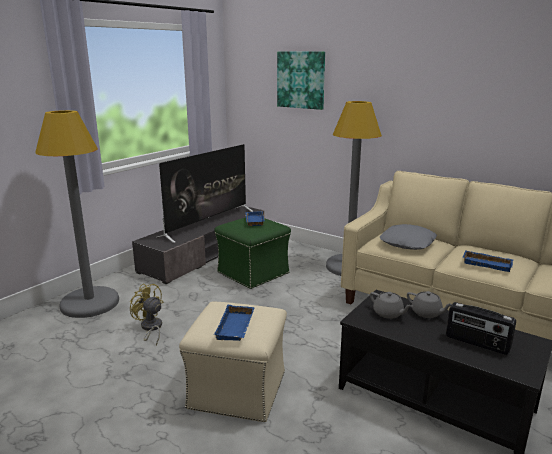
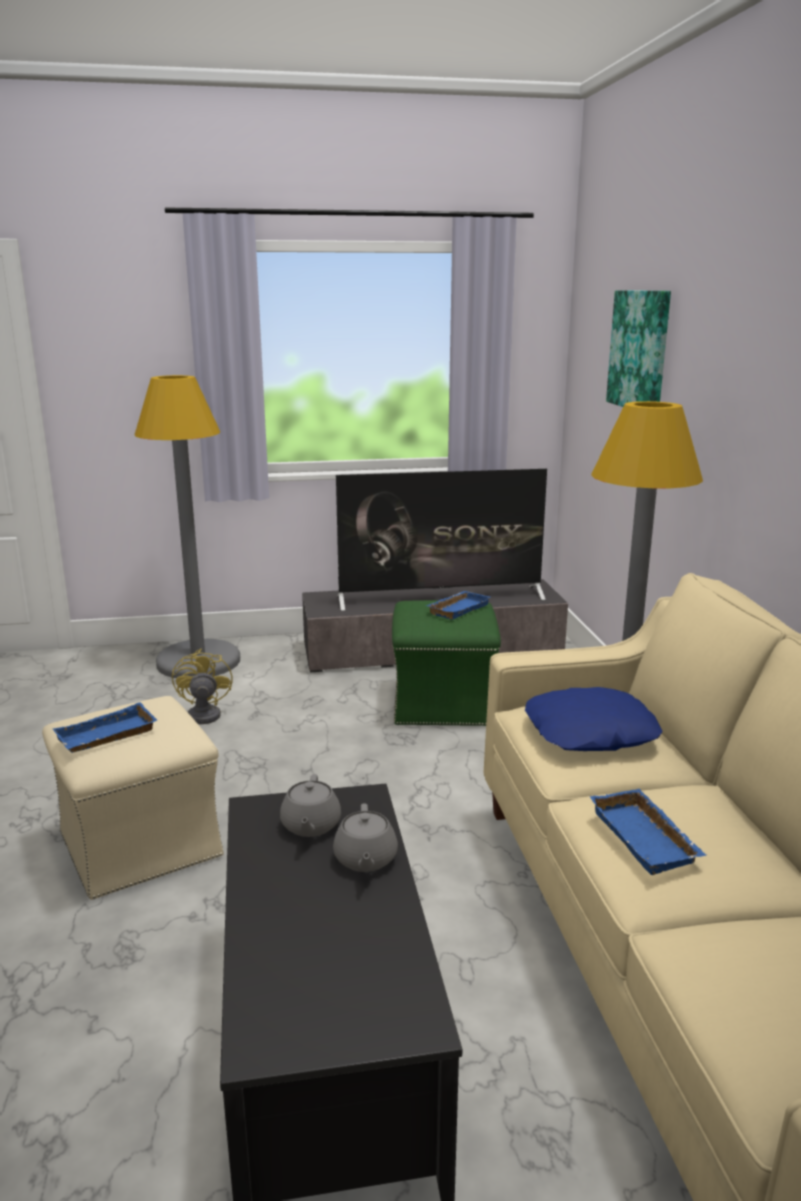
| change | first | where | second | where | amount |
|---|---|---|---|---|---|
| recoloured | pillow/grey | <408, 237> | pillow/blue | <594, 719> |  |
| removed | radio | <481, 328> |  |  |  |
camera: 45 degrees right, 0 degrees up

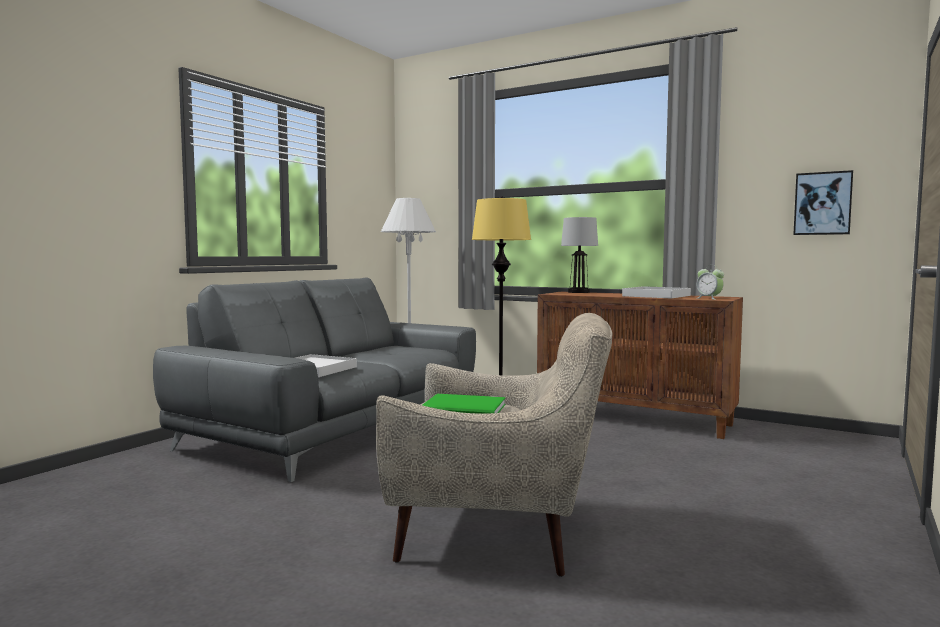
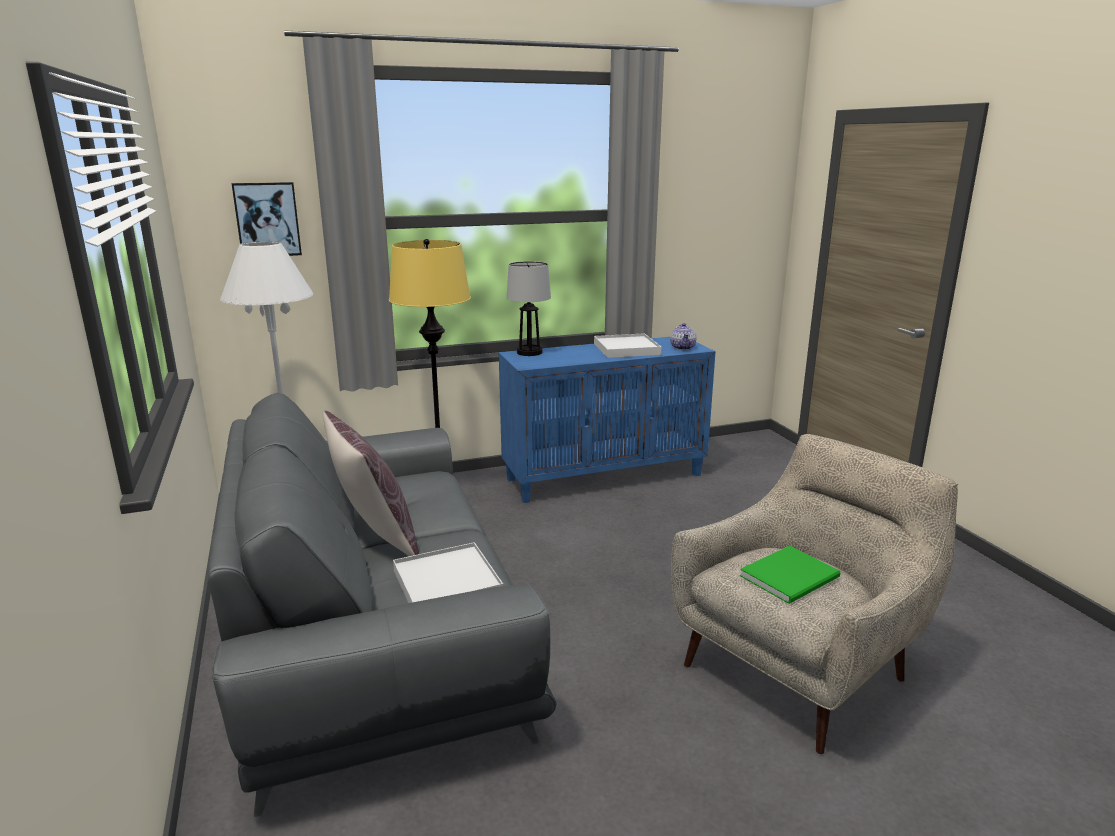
| change | first | where | second | where | amount |
|---|---|---|---|---|---|
| moved | picture | <823, 202> |  | <267, 219> |  |
| replaced | alarm clock | <710, 282> | teapot | <683, 336> |  |
| recoloured | cabinet/brown | <640, 365> | cabinet/blue | <607, 420> |  |
| added |  |  | pillow/brown | <371, 483> |  |
camera: 50 degrees left, 15 degrees up

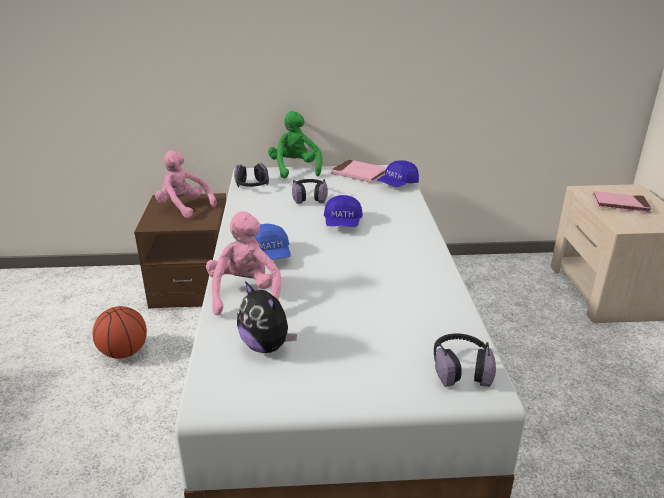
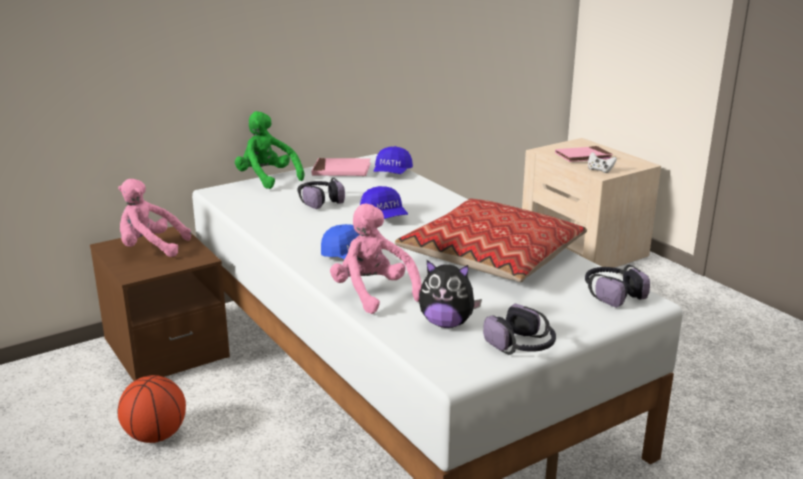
| change | first | where | second | where | amount |
|---|---|---|---|---|---|
| moved | headphones | <251, 175> |  | <519, 329> |  |
| added |  |  | game controller/white | <602, 162> |  |
| added |  |  | pillow | <491, 240> |  |
camera: 30 degrees left, 5 degrees down

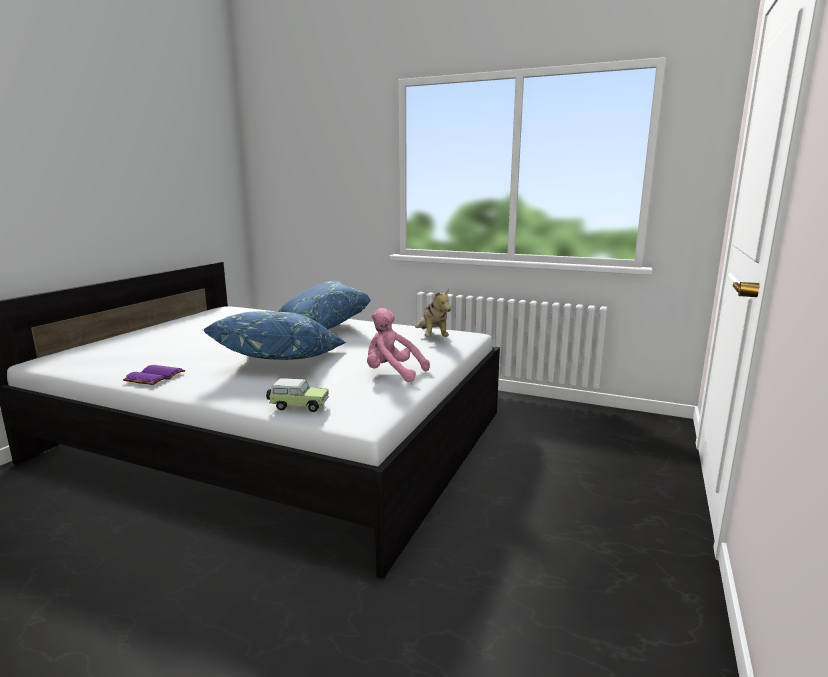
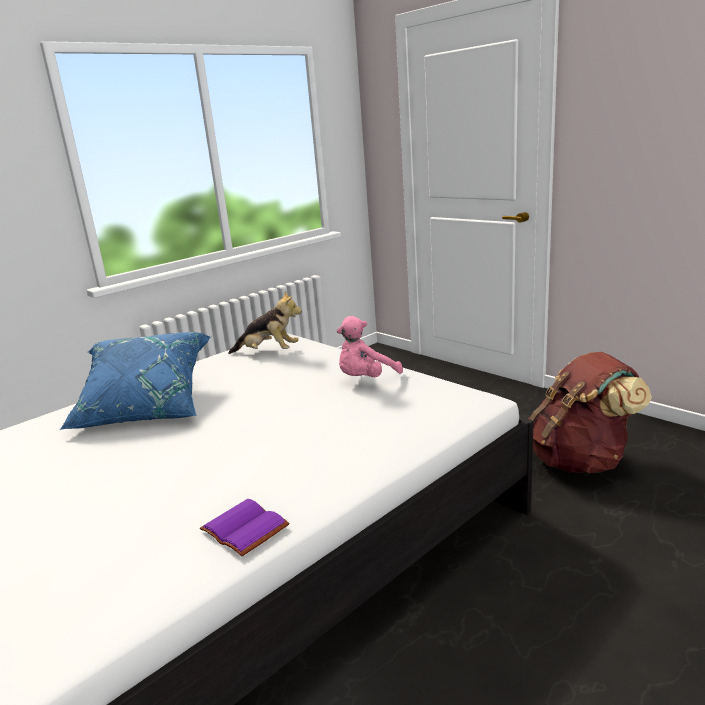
| change | first | where | second | where | amount |
|---|---|---|---|---|---|
| removed | pillow/blue | <275, 335> |  |  |  |
| removed | toy car | <297, 395> |  |  |  |
| added |  |  | backpack/brown | <589, 412> |  |
camera: 65 degrees left, 5 degrees up

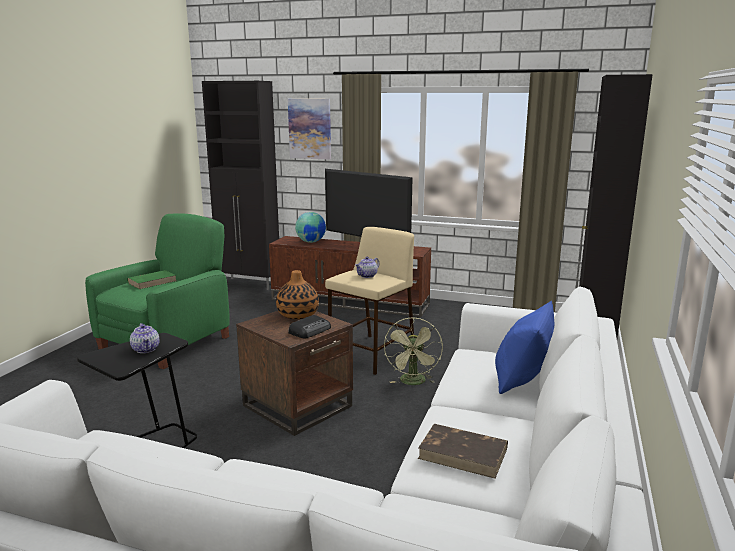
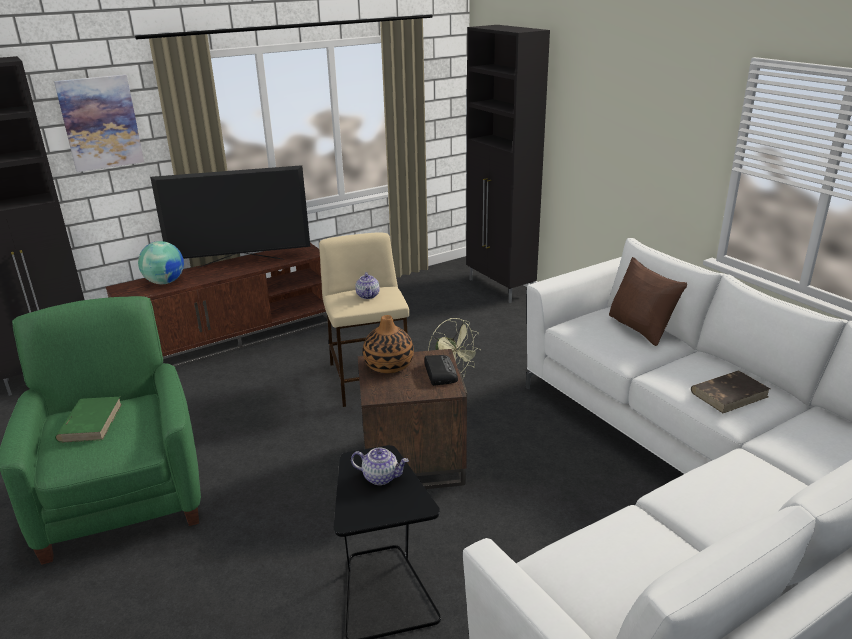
| change | first | where | second | where | amount |
|---|---|---|---|---|---|
| recoloured | pillow/blue | <525, 347> | pillow/brown | <648, 301> |  |
camera: 50 degrees left, 10 degrees up

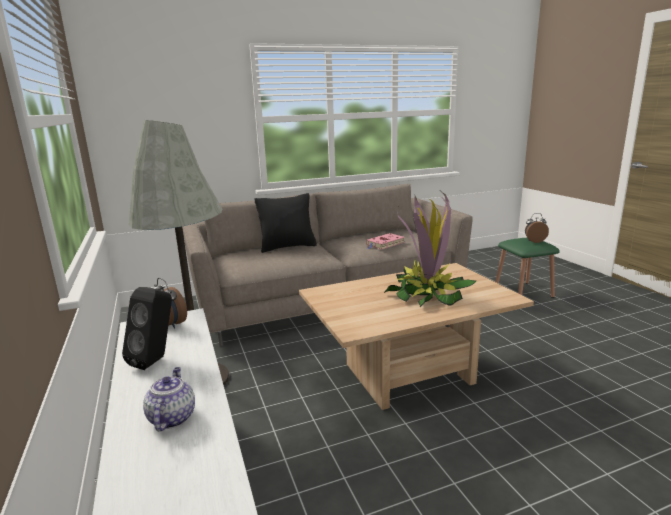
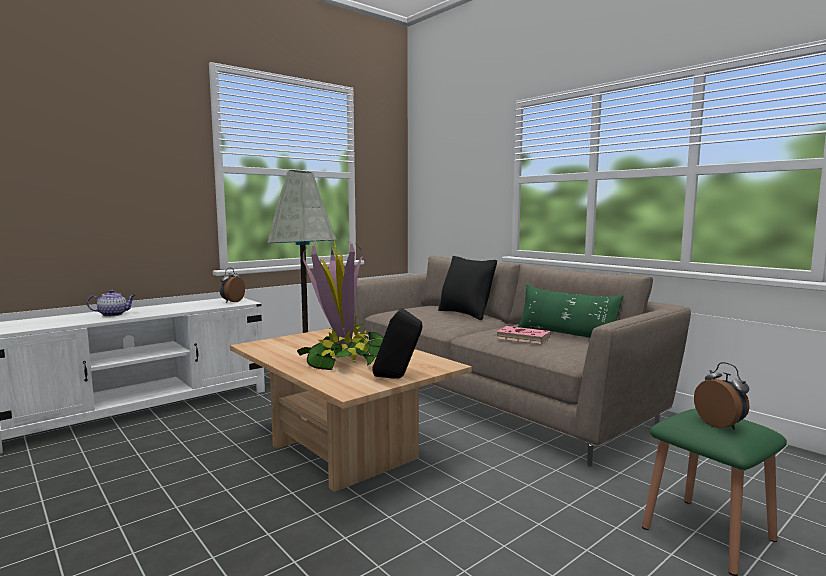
| change | first | where | second | where | amount |
|---|---|---|---|---|---|
| moved | speaker/black | <147, 328> |  | <397, 343> |  |
| added |  |  | pillow/green | <571, 311> |  |
camera: 70 degrees right, 10 degrees down

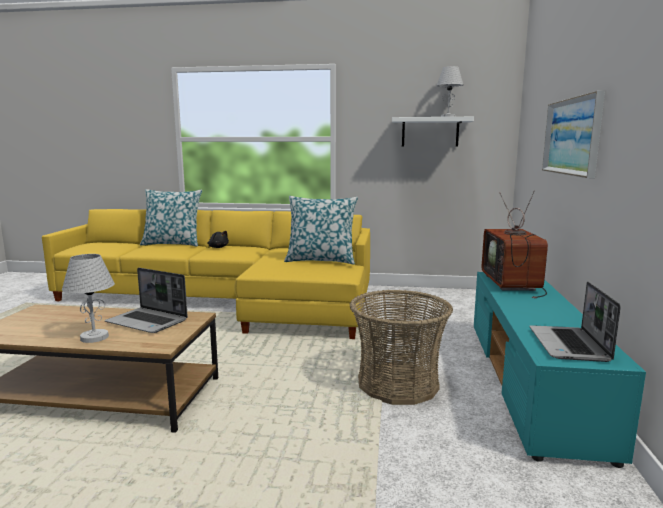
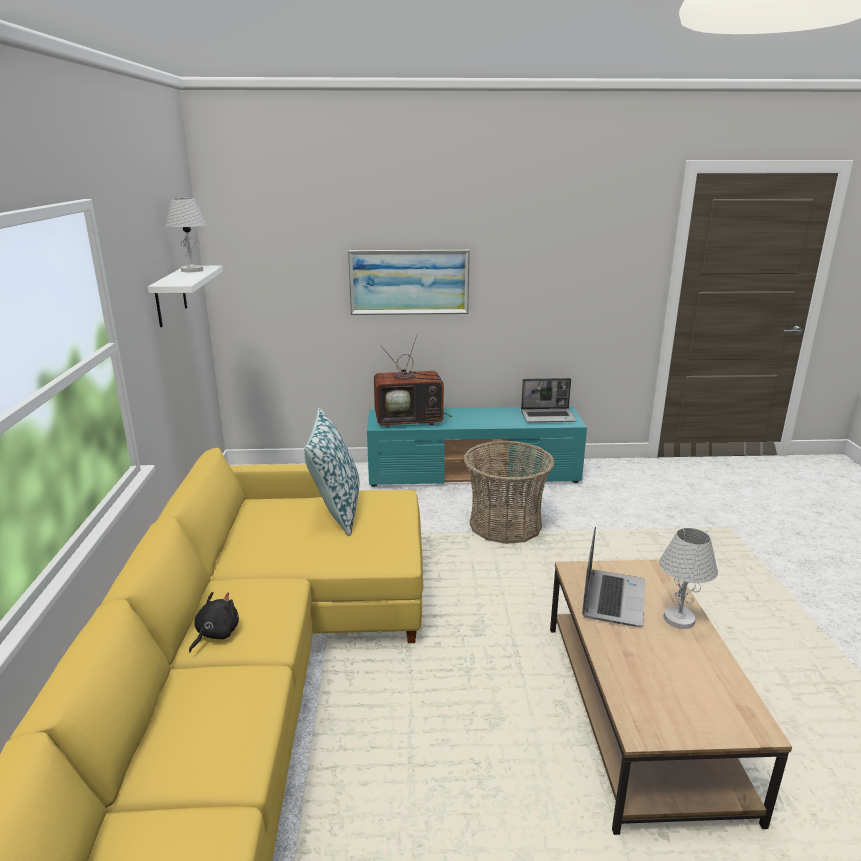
| change | first | where | second | where | amount |
|---|---|---|---|---|---|
| removed | pillow | <171, 218> |  |  |  |
camera: 100 degrees left, 10 degrees up

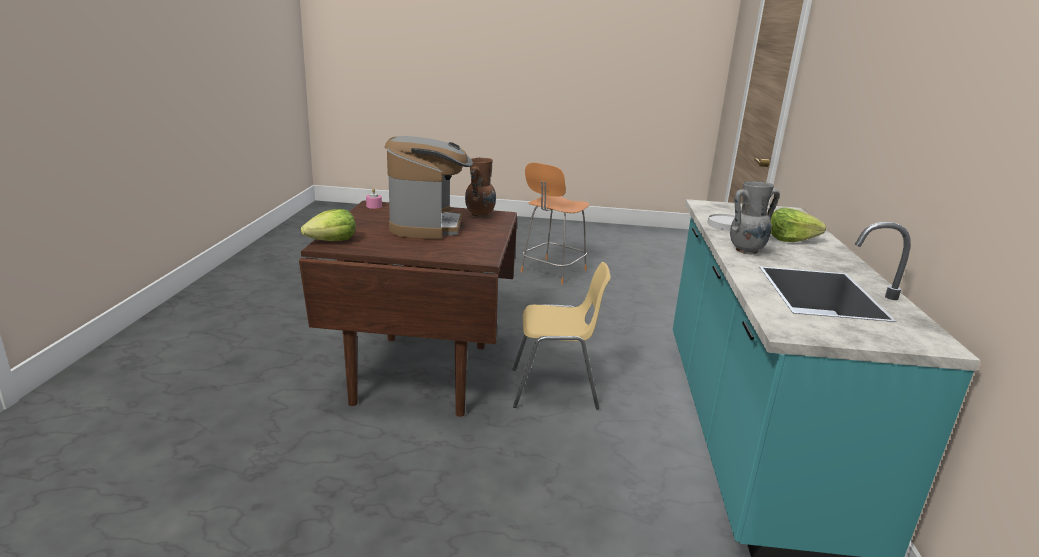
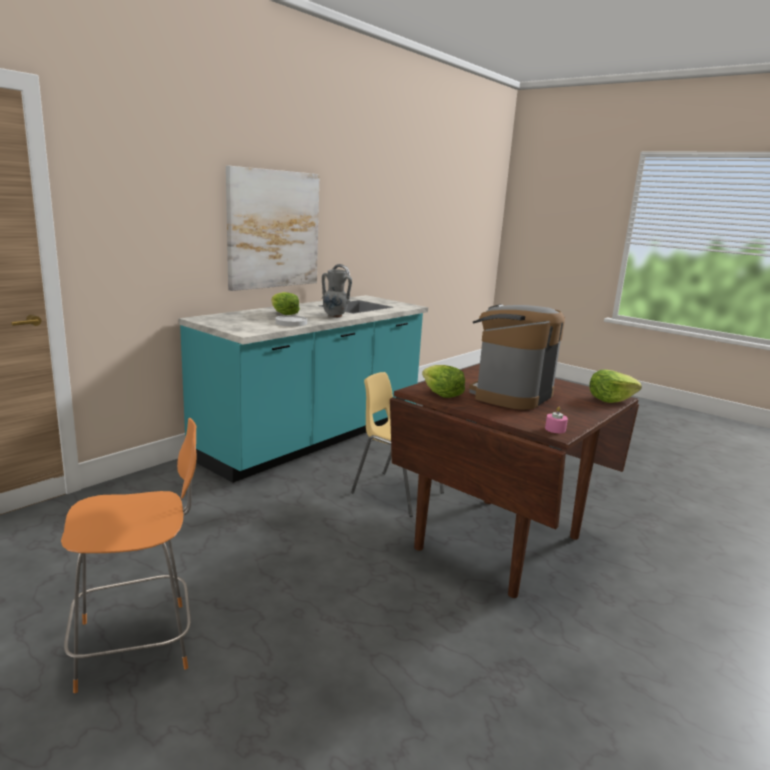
| change | first | where | second | where | amount |
|---|---|---|---|---|---|
| replaced | vase/brown | <480, 187> | lettuce | <443, 381> |  |
| added |  |  | picture | <273, 228> |  |
camera: 145 degrees left, 5 degrees down

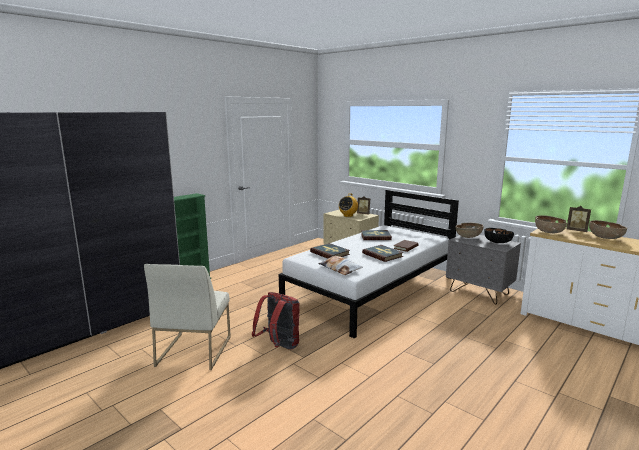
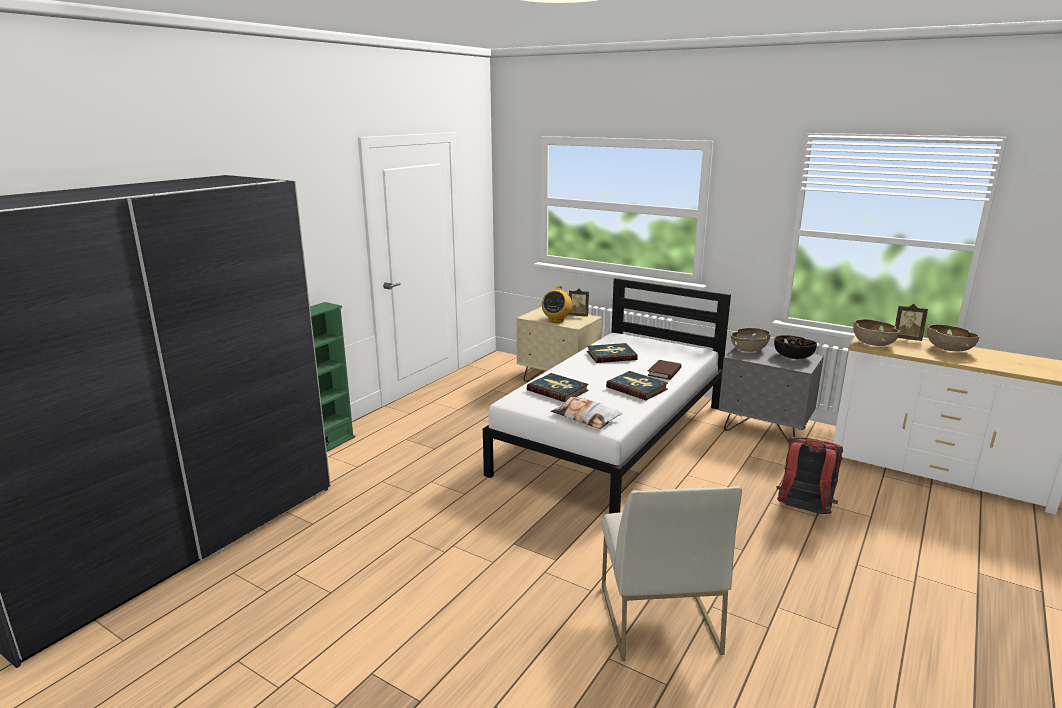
| change | first | where | second | where | amount |
|---|---|---|---|---|---|
| moved | chair/white | <187, 317> |  | <672, 573> |  |
| moved | backpack/red | <276, 320> |  | <809, 475> |  |
camera: 10 degrees left, 5 degrees up

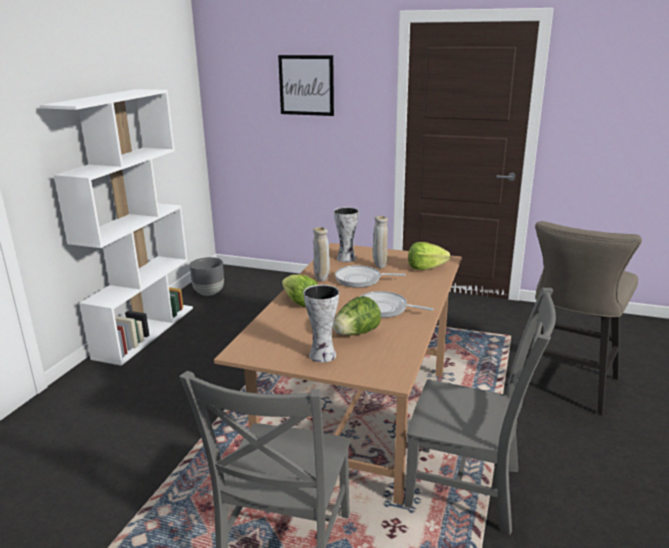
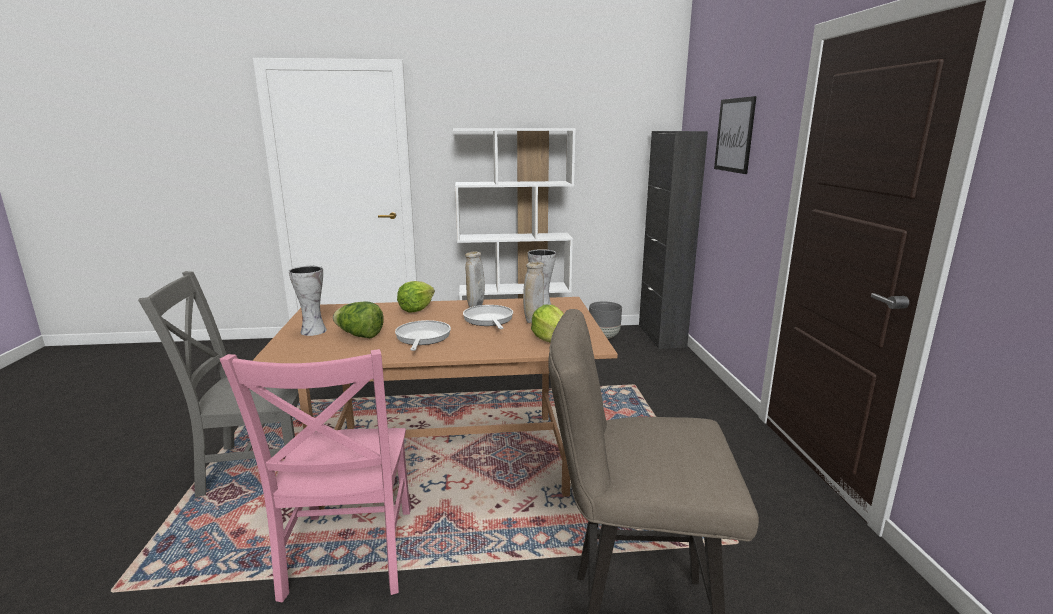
| change | first | where | second | where | amount |
|---|---|---|---|---|---|
| recoloured | chair/grey | <480, 411> | chair/pink | <315, 475> |  |
| added |  |  | cabinet/black | <673, 240> |  |
camera: 65 degrees right, 5 degrees down

